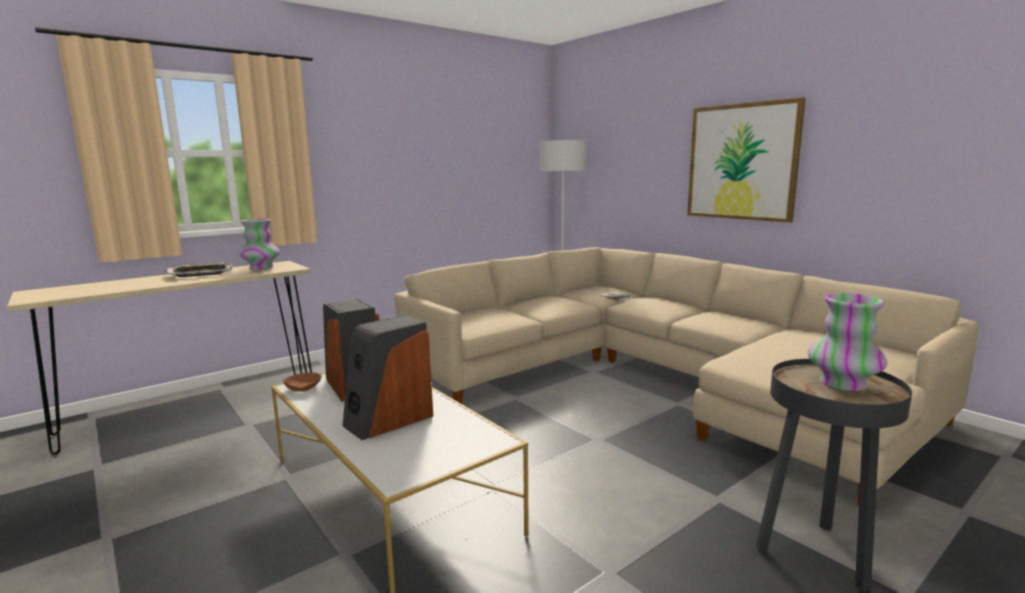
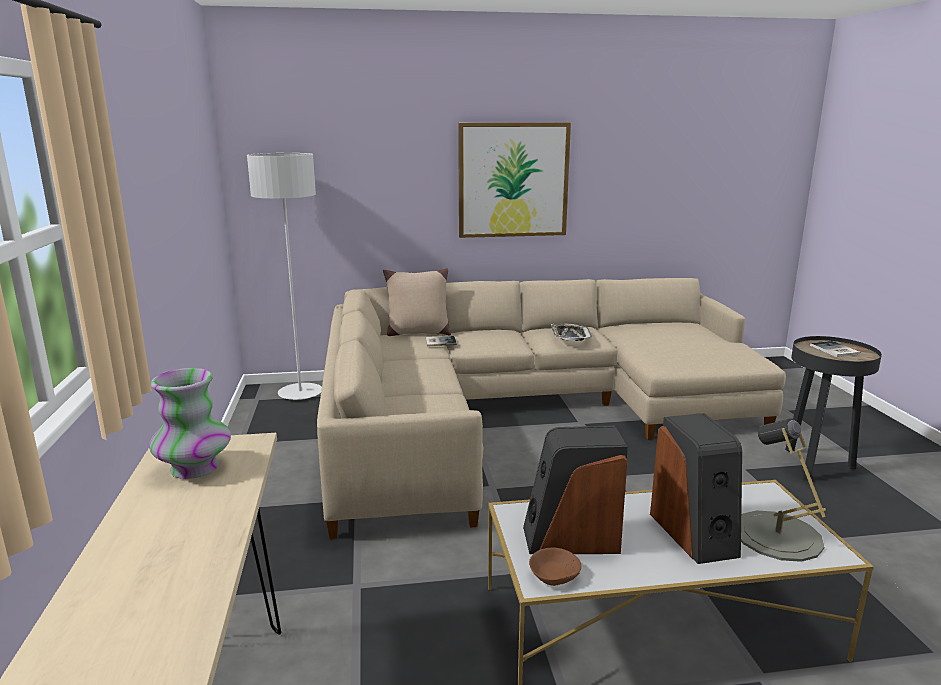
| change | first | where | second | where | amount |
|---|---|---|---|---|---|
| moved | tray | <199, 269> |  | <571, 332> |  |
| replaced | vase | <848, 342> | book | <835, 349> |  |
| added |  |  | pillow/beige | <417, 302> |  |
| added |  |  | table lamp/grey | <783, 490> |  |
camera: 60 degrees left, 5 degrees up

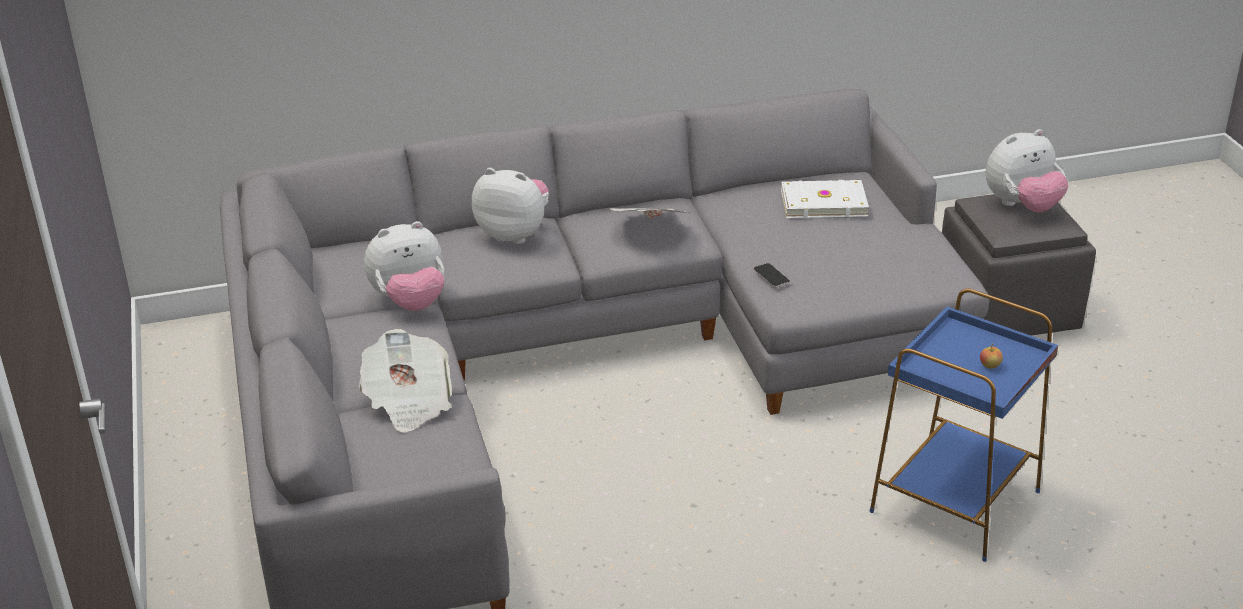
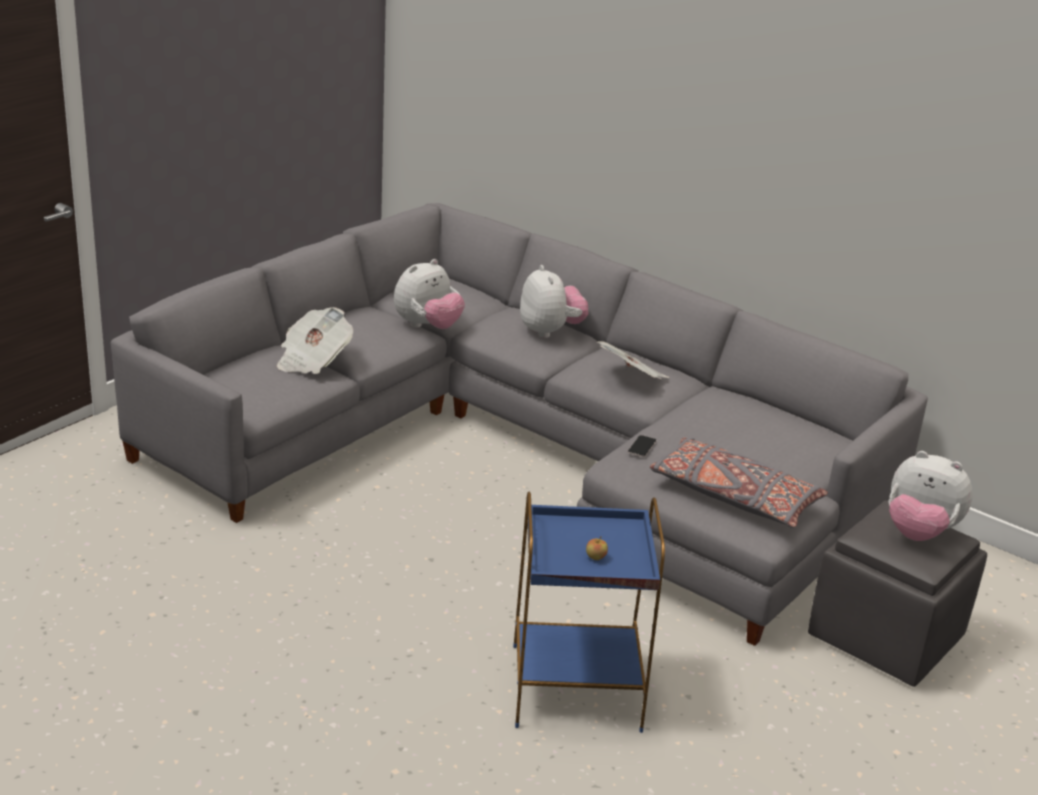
| change | first | where | second | where | amount |
|---|---|---|---|---|---|
| removed | book/white | <825, 199> |  |  |  |
| turned | plush toy | <404, 266> |  | <429, 294> | 75 degrees counterclockwise |
| added |  |  | pillow/grey | <739, 482> |  |
camera: 50 degrees right, 5 degrees down

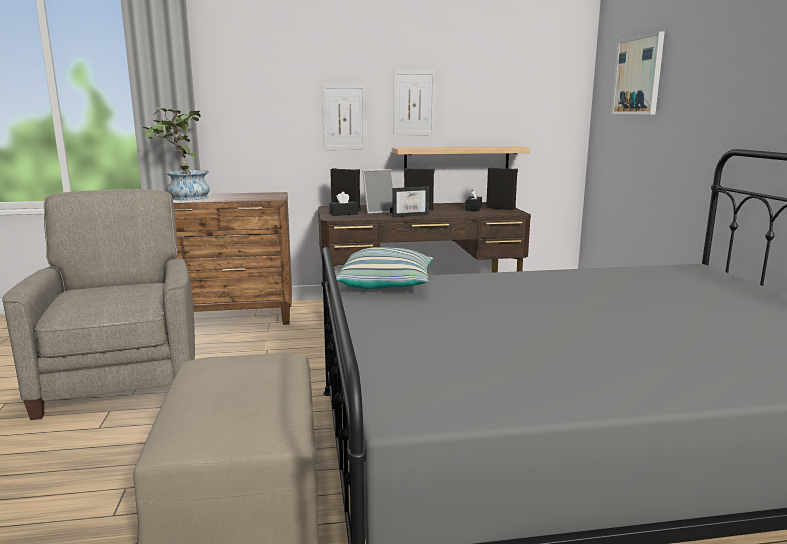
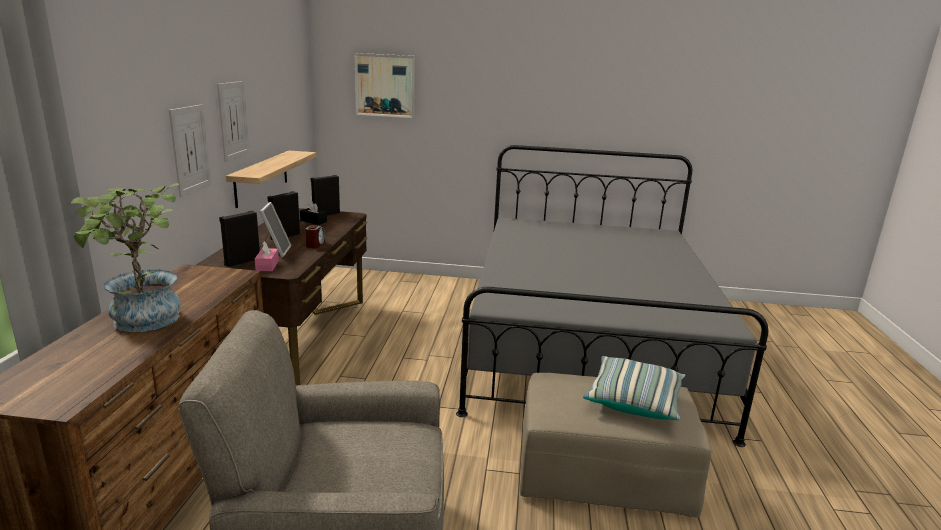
| change | first | where | second | where | amount |
|---|---|---|---|---|---|
| replaced | picture frame | <409, 201> | alarm clock | <315, 236> |  |
| recoloured | tissue box/black | <343, 204> | tissue box/pink | <267, 256> |  |
| moved | pillow | <385, 268> |  | <634, 388> |  |
camera: 75 degrees left, 5 degrees up

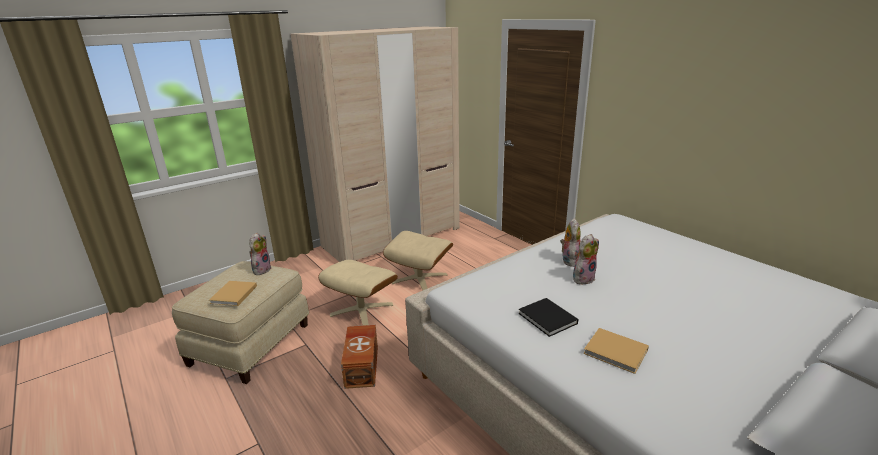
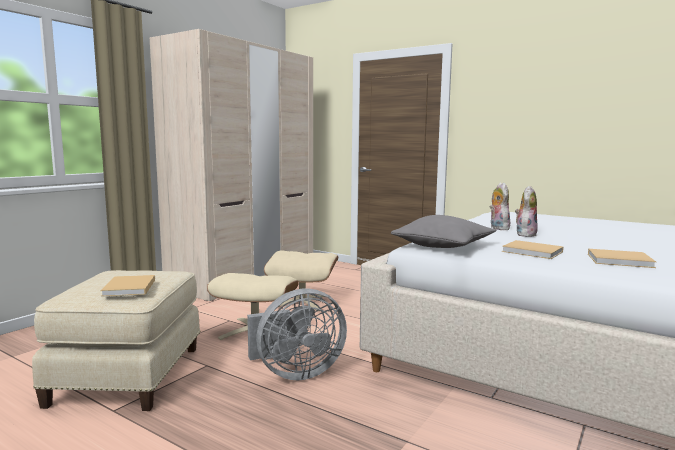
| change | first | where | second | where | amount |
|---|---|---|---|---|---|
| removed | plush toy | <260, 253> |  |  |  |
| recoloured | book/black | <548, 317> | book/beige | <532, 249> |  |
| replaced | storage box/brown | <359, 357> | fan/grey | <297, 334> |  |
| added |  |  | pillow/grey | <444, 231> |  |
camera: 20 degrees left, 15 degrees down

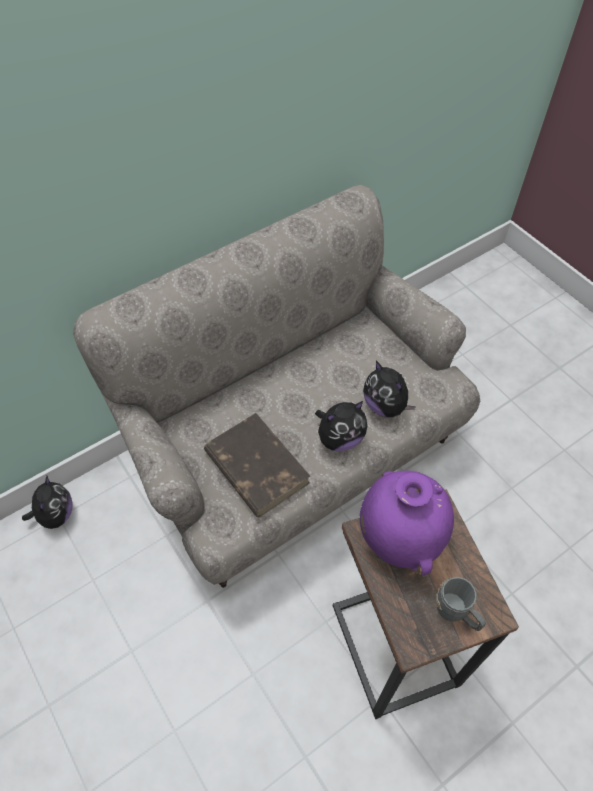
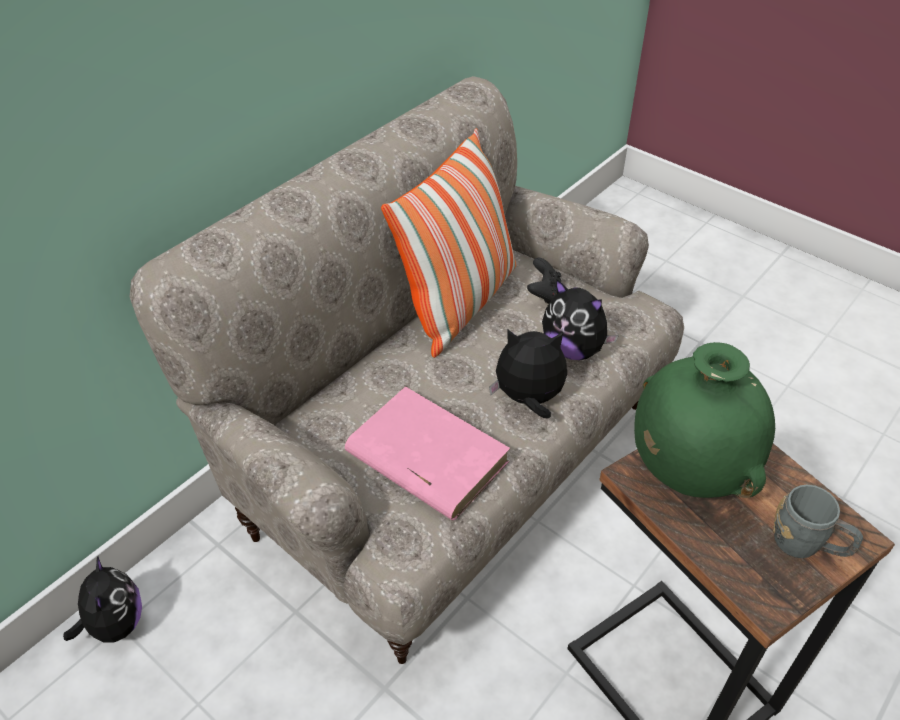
| change | first | where | second | where | amount |
|---|---|---|---|---|---|
| turned | plush toy | <341, 426> |  | <528, 374> | 135 degrees counterclockwise |
| recoloured | book/brown | <257, 465> | book/pink | <428, 453> |  |
| recoloured | vase/purple | <407, 523> | vase/green | <704, 420> |  |
| added |  |  | pillow | <448, 243> |  |
| added |  |  | game controller/black | <544, 281> |  |
camera: 15 degrees left, 10 degrees down

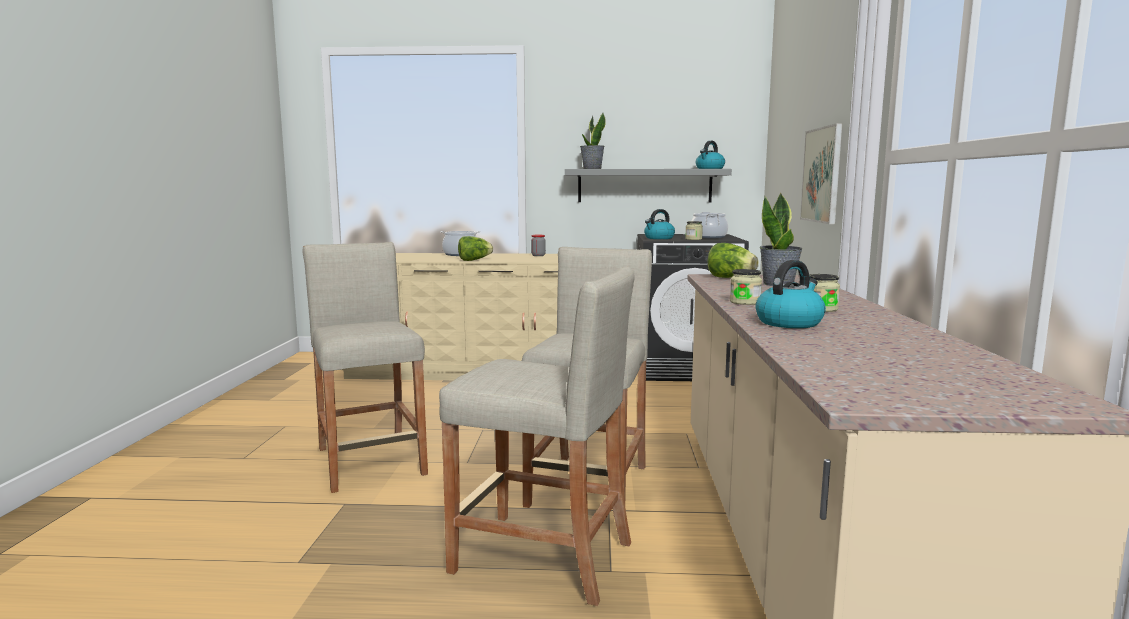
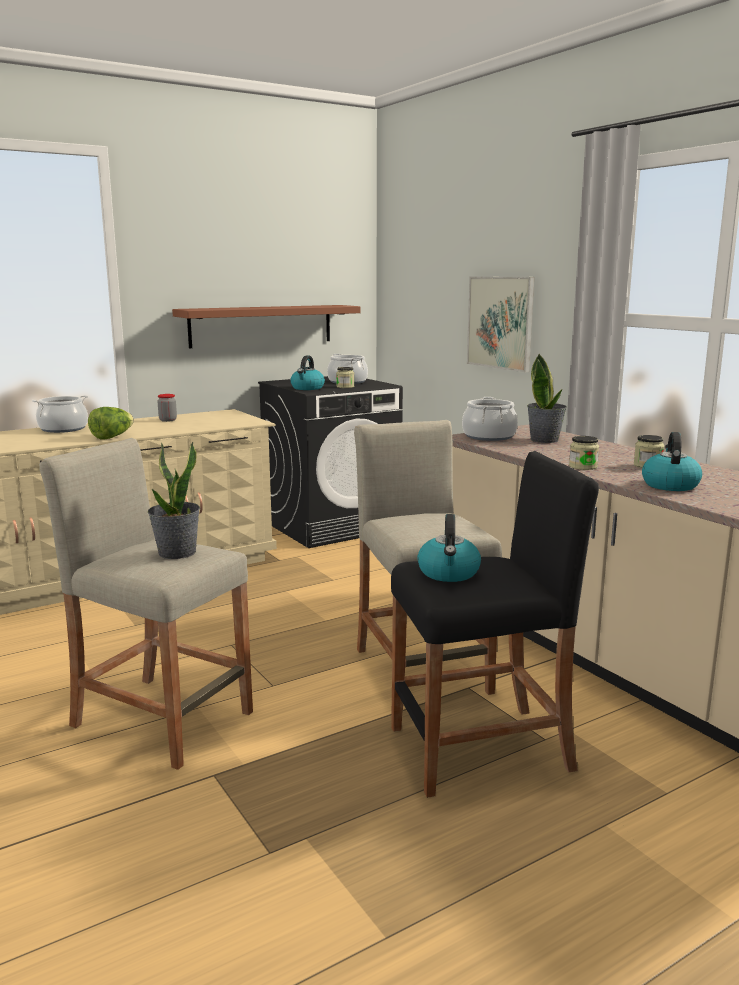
| change | first | where | second | where | amount |
|---|---|---|---|---|---|
| moved | potted plant | <593, 141> |  | <174, 500> |  |
| moved | kettle | <710, 155> |  | <449, 548> |  |
| recoloured | shelf/grey | <648, 185> | shelf/brown | <266, 326> |  |
| replaced | lettuce | <733, 260> | cooking pot | <490, 419> |  |
| recoloured | stool/beige | <537, 436> | stool/black | <495, 624> |  |
camera: 35 degrees left, 5 degrees up

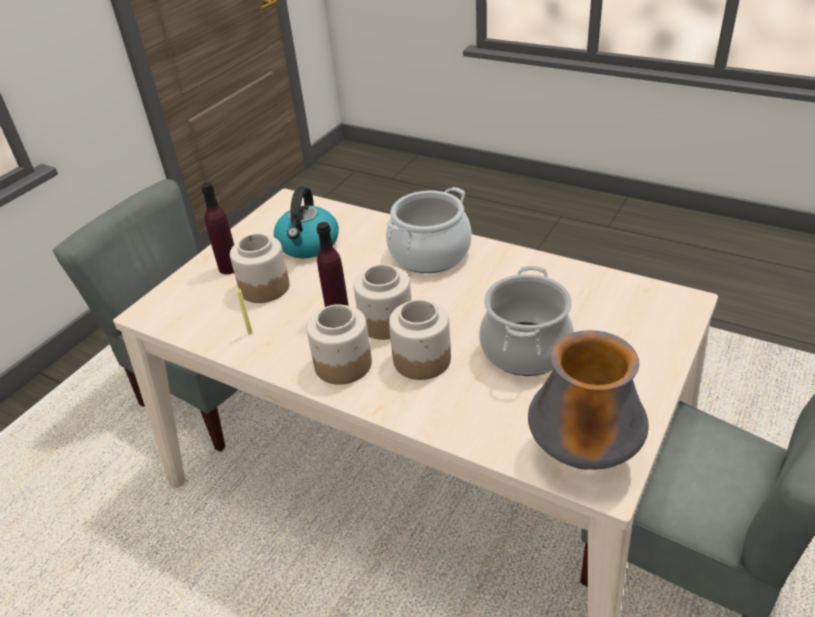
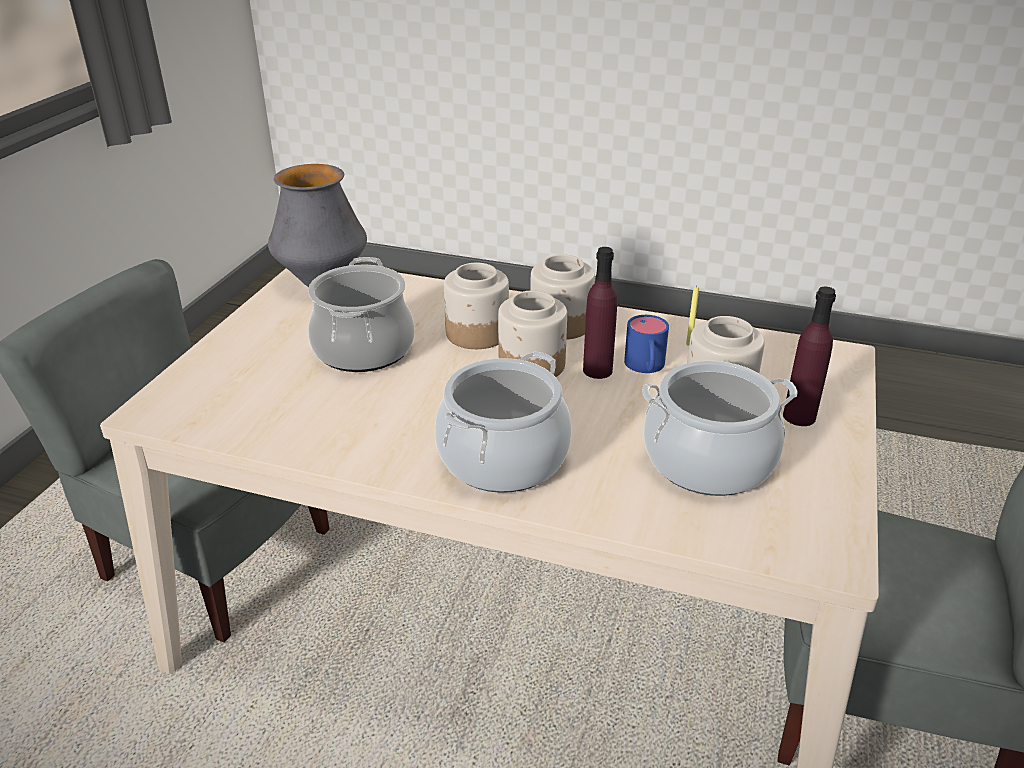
| change | first | where | second | where | amount |
|---|---|---|---|---|---|
| replaced | kettle | <306, 222> | cooking pot | <720, 428> |  |
| added |  |  | mug/blue | <646, 344> |  |
camera: 165 degrees right, 5 degrees down

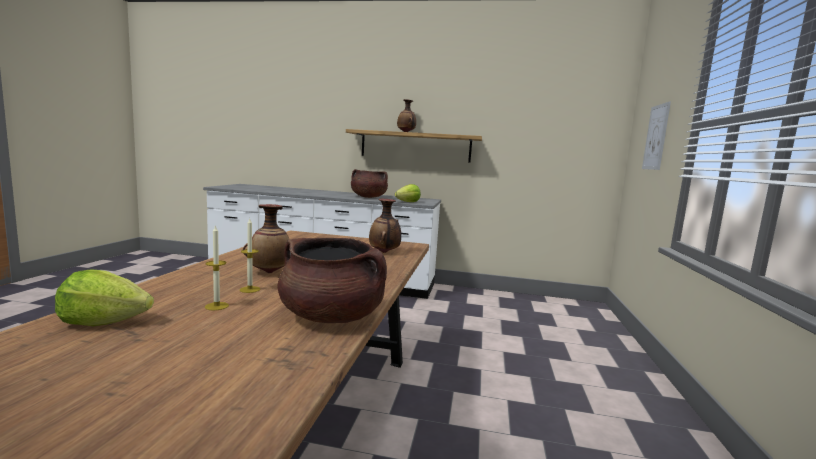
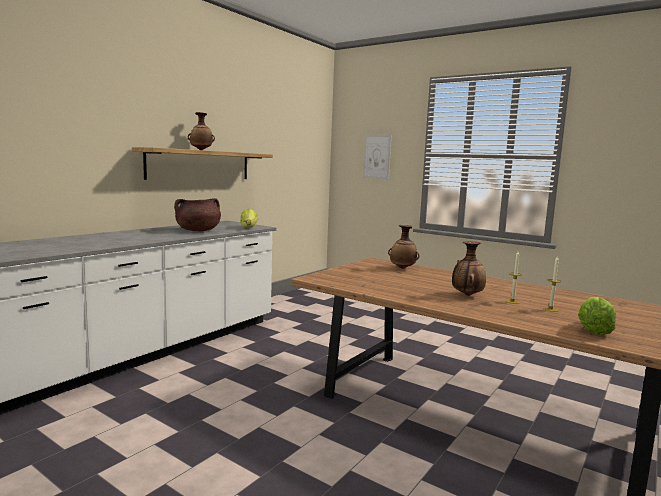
| change | first | where | second | where | amount |
|---|---|---|---|---|---|
| removed | cooking pot/brown | <332, 280> |  |  |  |
camera: 65 degrees left, 0 degrees up

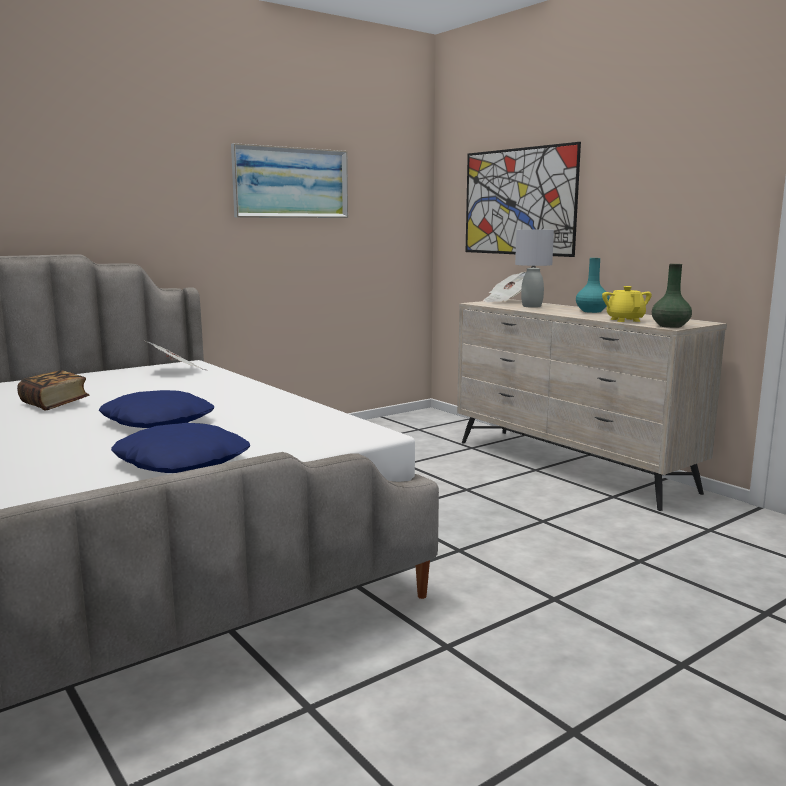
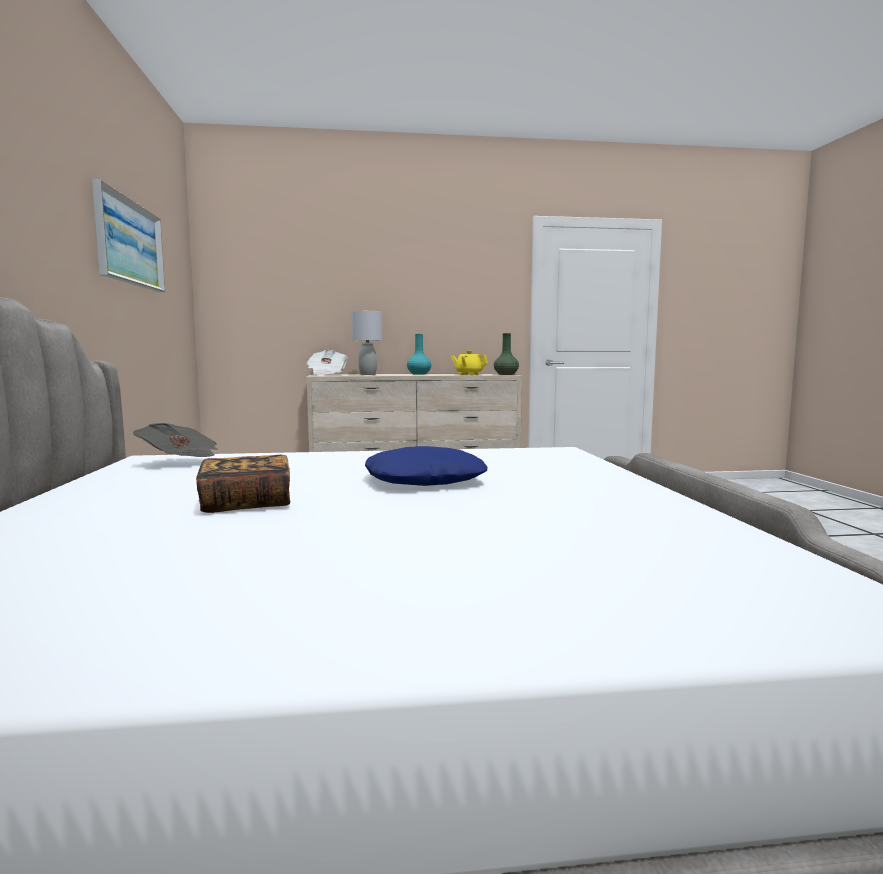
| change | first | where | second | where | amount |
|---|---|---|---|---|---|
| removed | picture | <523, 199> |  |  |  |
| removed | pillow/blue | <180, 448> |  |  |  |
camera: 60 degrees left, 5 degrees down

